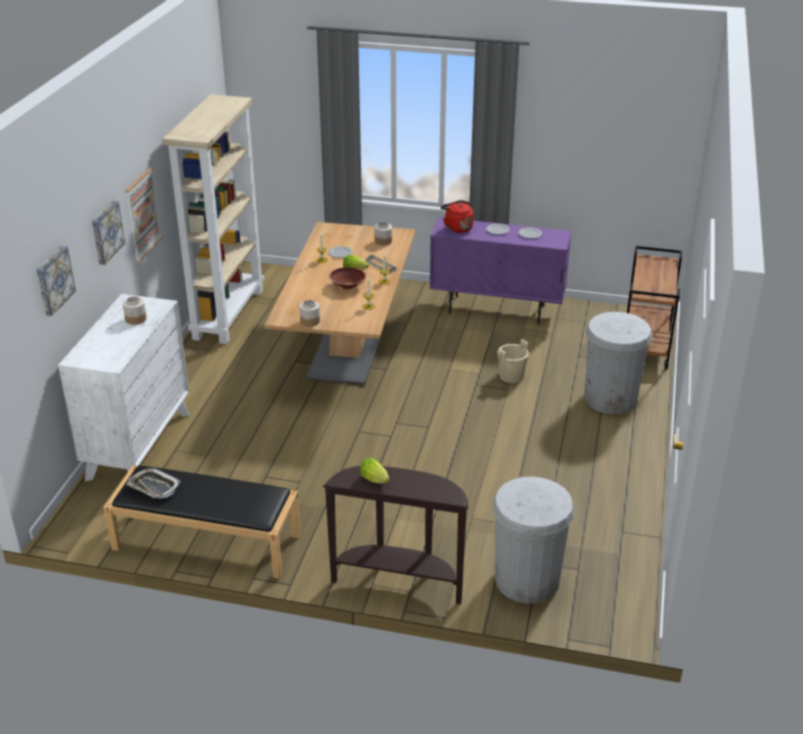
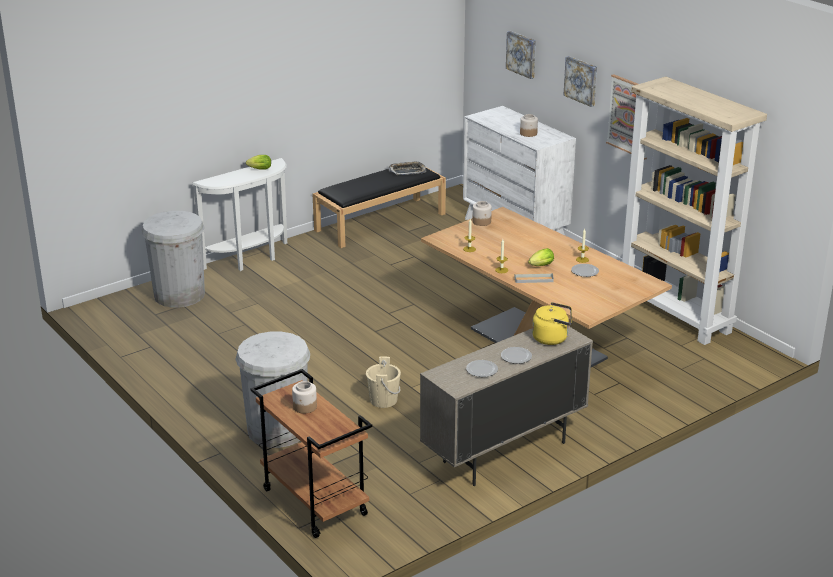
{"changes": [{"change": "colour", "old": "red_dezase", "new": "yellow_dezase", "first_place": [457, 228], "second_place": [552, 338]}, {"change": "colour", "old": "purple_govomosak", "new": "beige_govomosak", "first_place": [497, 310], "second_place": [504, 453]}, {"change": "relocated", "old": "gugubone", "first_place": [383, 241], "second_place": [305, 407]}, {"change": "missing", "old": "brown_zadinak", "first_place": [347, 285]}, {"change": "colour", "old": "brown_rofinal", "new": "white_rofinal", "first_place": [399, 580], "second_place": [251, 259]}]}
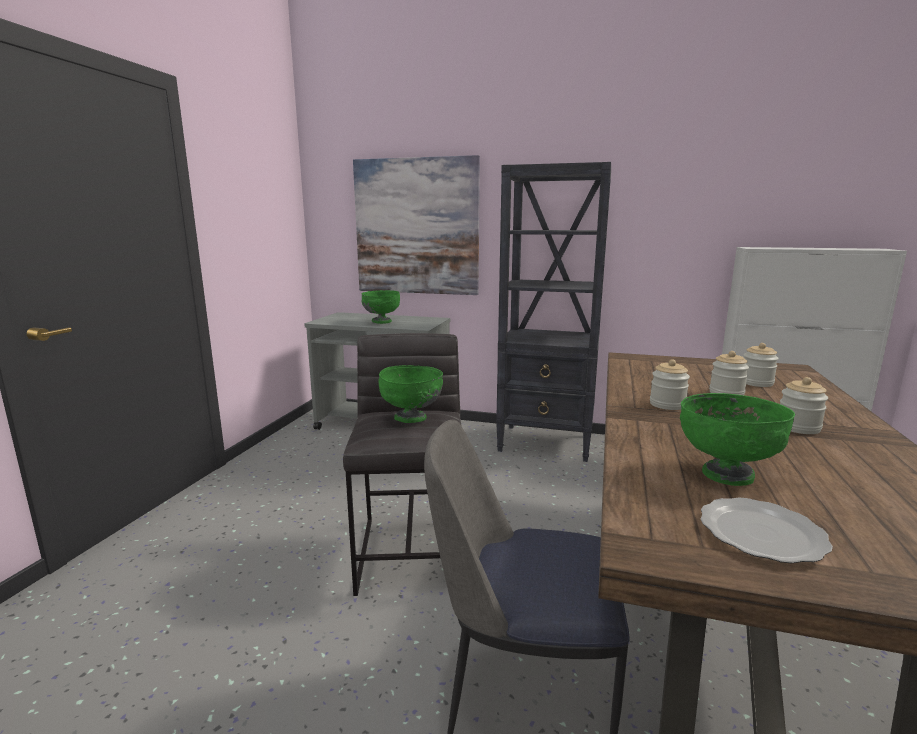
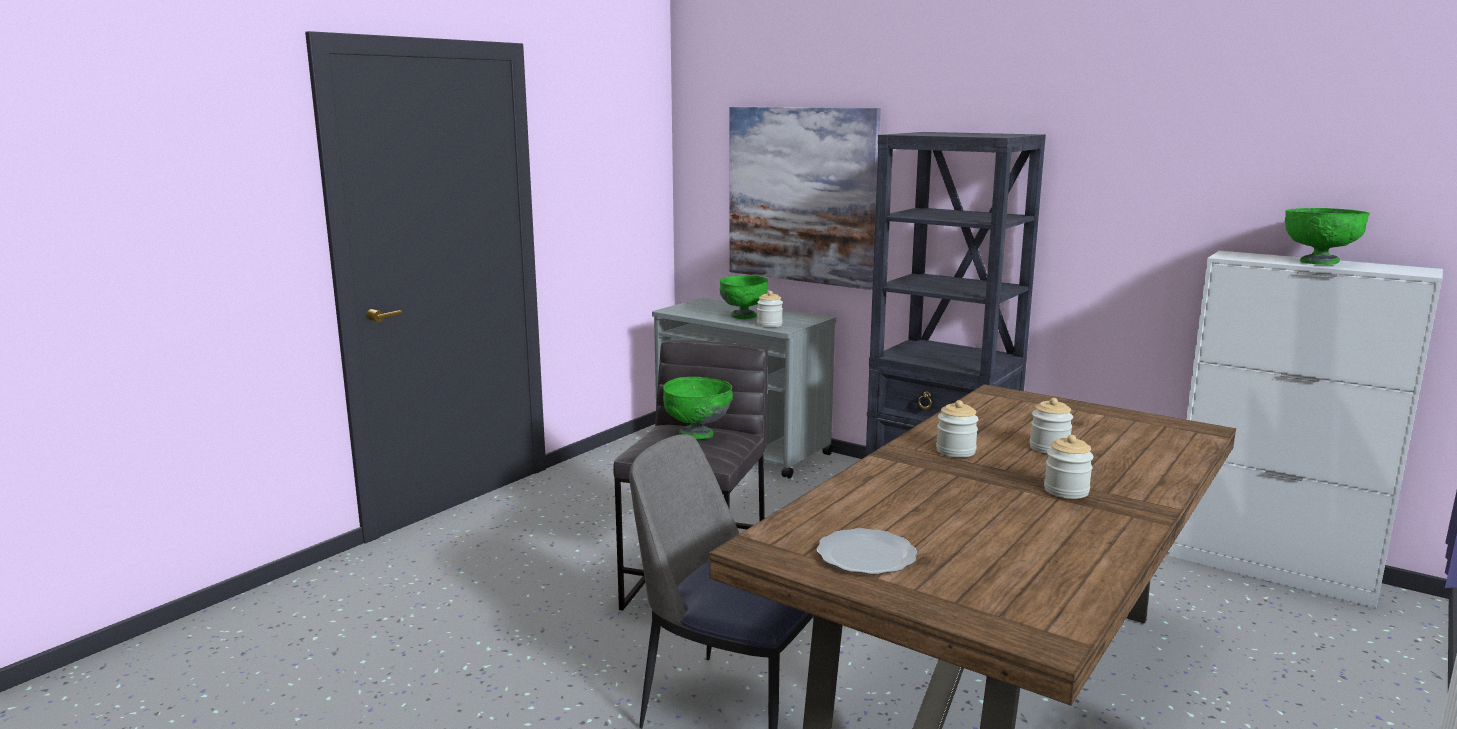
{"changes": [{"change": "relocated", "old": "gugubone", "first_place": [756, 383], "second_place": [769, 324]}, {"change": "relocated", "old": "green_zadinak", "first_place": [726, 474], "second_place": [1319, 262]}]}
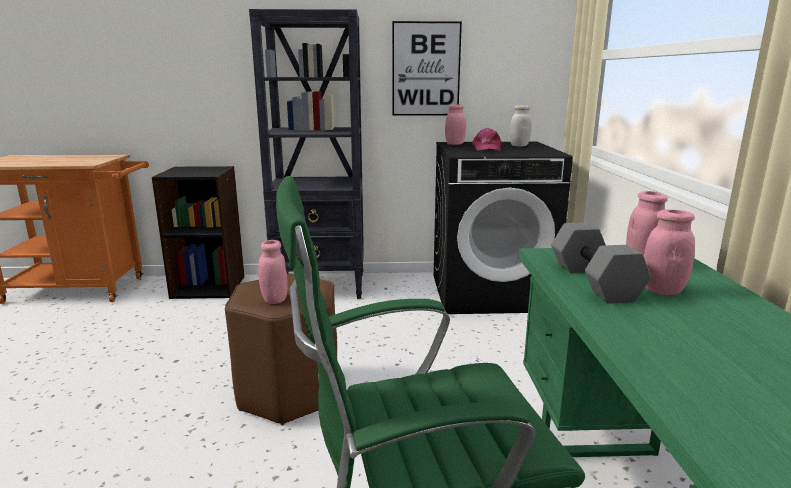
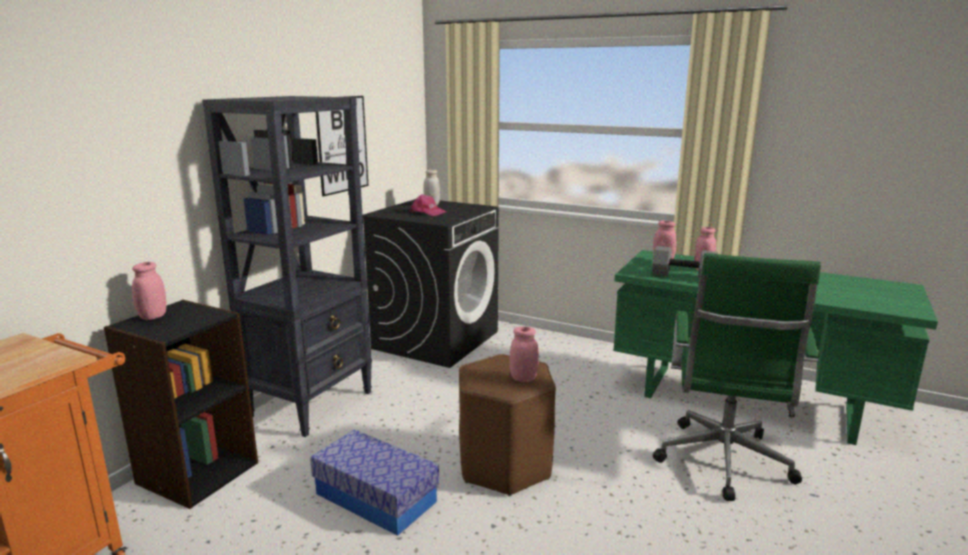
{"changes": [{"change": "relocated", "old": "pink_gugubone", "first_place": [455, 144], "second_place": [153, 316]}, {"change": "appeared", "new": "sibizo", "second_place": [375, 498]}]}
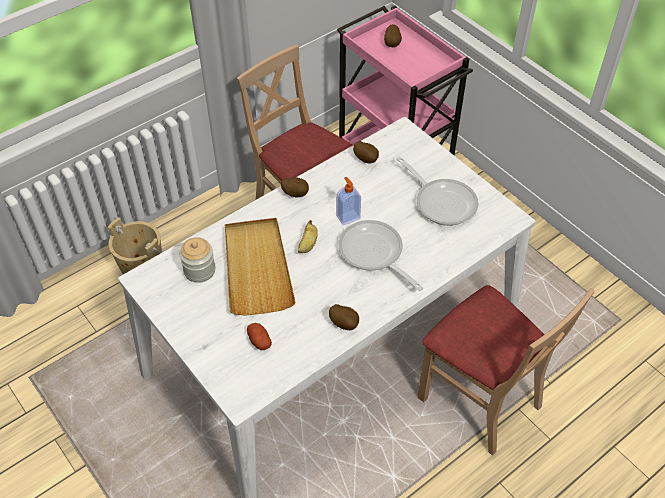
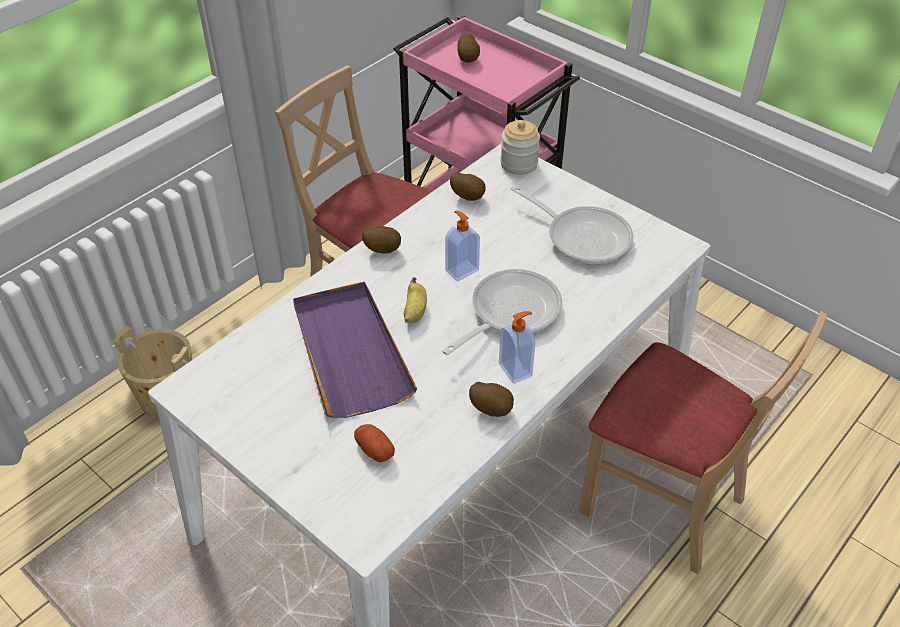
{"changes": [{"change": "colour", "old": "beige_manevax", "new": "purple_manevax", "first_place": [257, 268], "second_place": [350, 351]}, {"change": "spun", "old": "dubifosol", "first_place": [374, 254], "second_place": [509, 312], "degrees": 90}, {"change": "relocated", "old": "gugubone", "first_place": [199, 270], "second_place": [519, 164]}, {"change": "appeared", "new": "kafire", "second_place": [516, 370]}]}
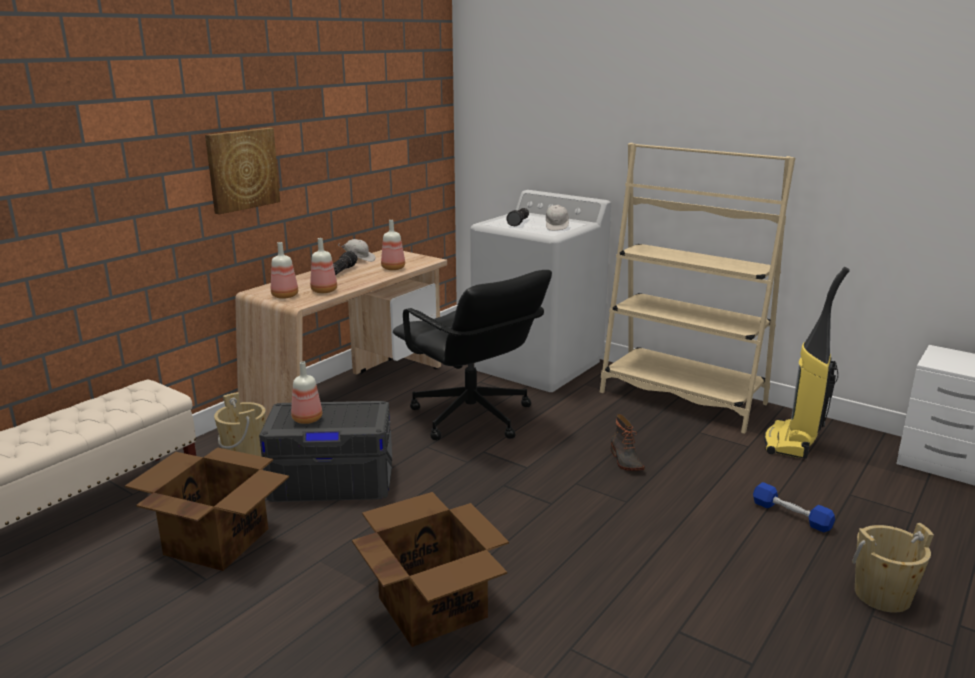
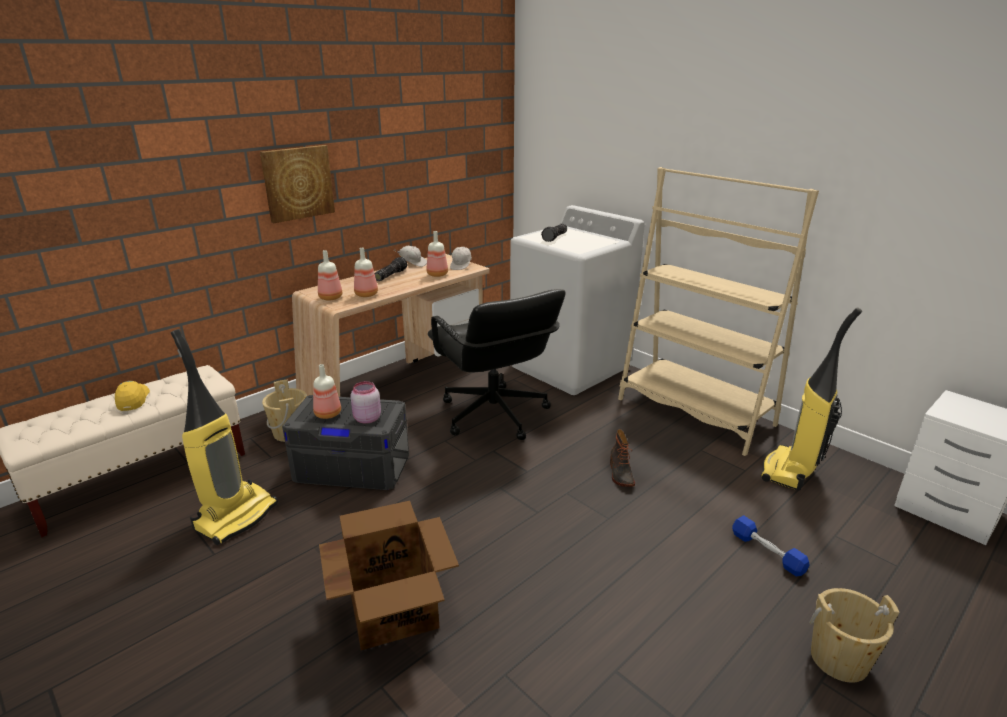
{"changes": [{"change": "relocated", "old": "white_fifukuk", "first_place": [557, 227], "second_place": [461, 266]}, {"change": "exchanged", "old": "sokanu", "new": "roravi", "first_place": [216, 541], "second_place": [236, 516]}, {"change": "appeared", "new": "yellow_fifukuk", "second_place": [133, 400]}, {"change": "appeared", "new": "pink_gugubone", "second_place": [366, 419]}]}
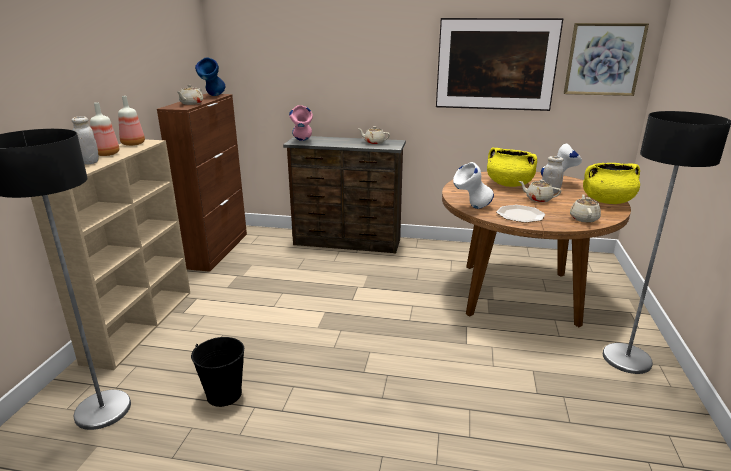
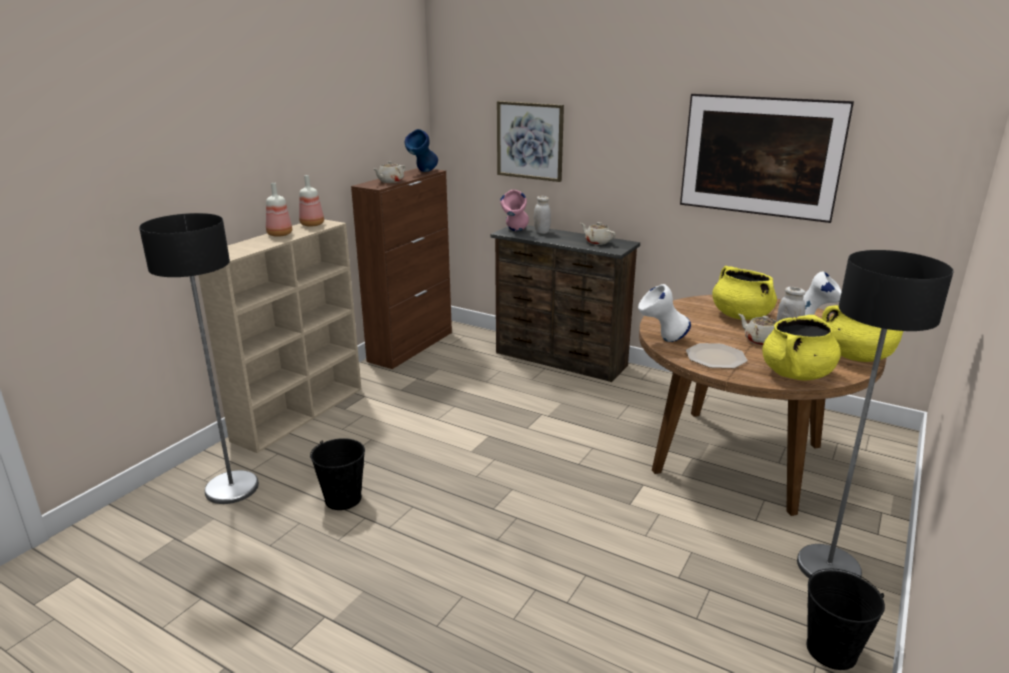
{"changes": [{"change": "relocated", "old": "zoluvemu", "first_place": [604, 59], "second_place": [530, 141]}, {"change": "relocated", "old": "white_gugubone", "first_place": [89, 162], "second_place": [542, 232]}, {"change": "exchanged", "old": "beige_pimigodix", "new": "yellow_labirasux", "first_place": [584, 218], "second_place": [796, 374]}, {"change": "appeared", "new": "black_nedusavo", "second_place": [832, 650]}]}
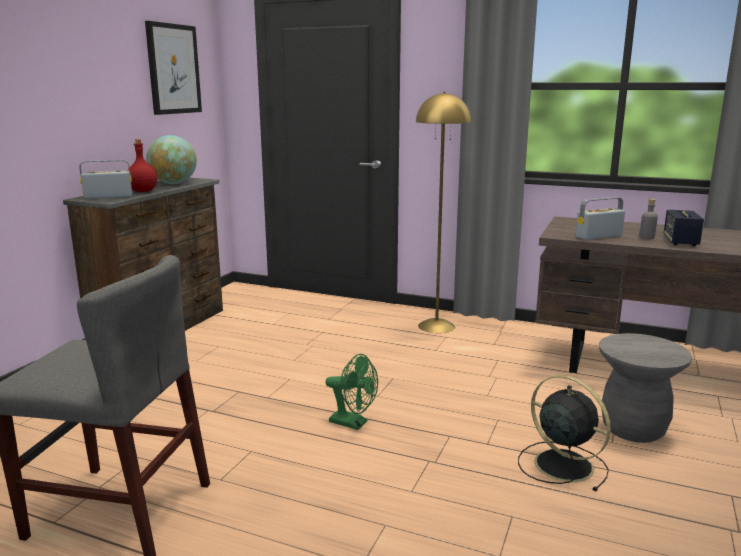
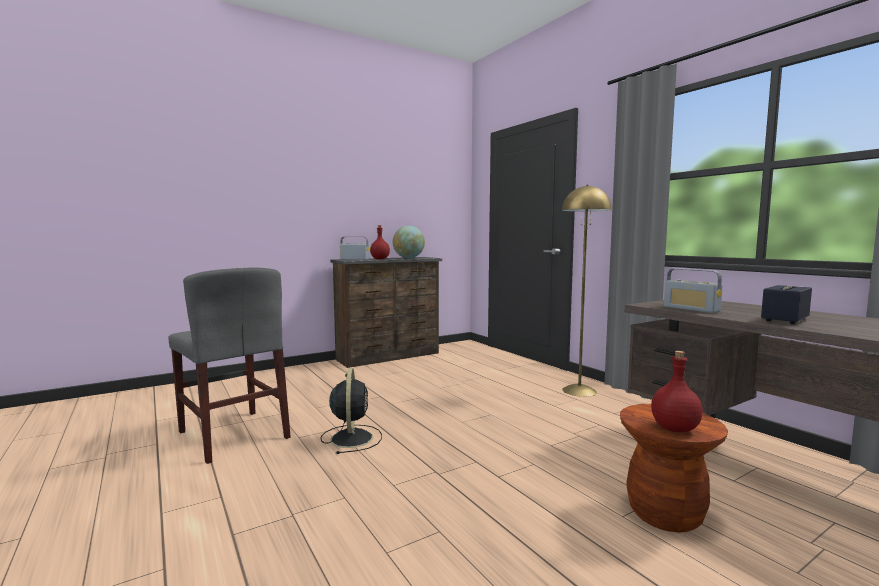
{"changes": [{"change": "missing", "old": "zoluvemu", "first_place": [173, 69]}, {"change": "spun", "old": "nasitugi", "first_place": [598, 236], "second_place": [691, 309], "degrees": -135}, {"change": "missing", "old": "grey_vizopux", "first_place": [646, 237]}, {"change": "colour", "old": "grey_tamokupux", "new": "brown_tamokupux", "first_place": [633, 429], "second_place": [665, 514]}, {"change": "missing", "old": "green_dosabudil", "first_place": [353, 423]}, {"change": "relocated", "old": "black_dosabudil", "first_place": [561, 464], "second_place": [351, 437]}, {"change": "appeared", "new": "red_vizopux", "second_place": [673, 428]}]}
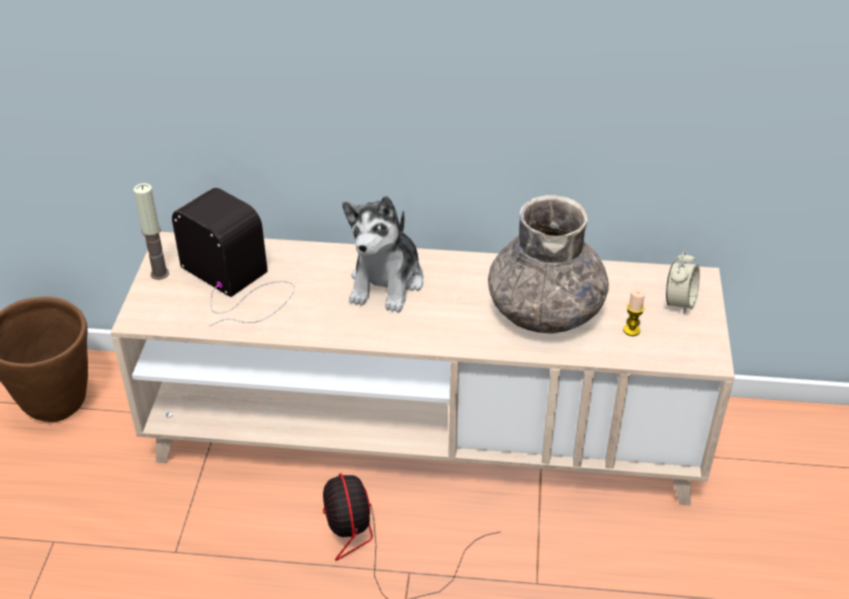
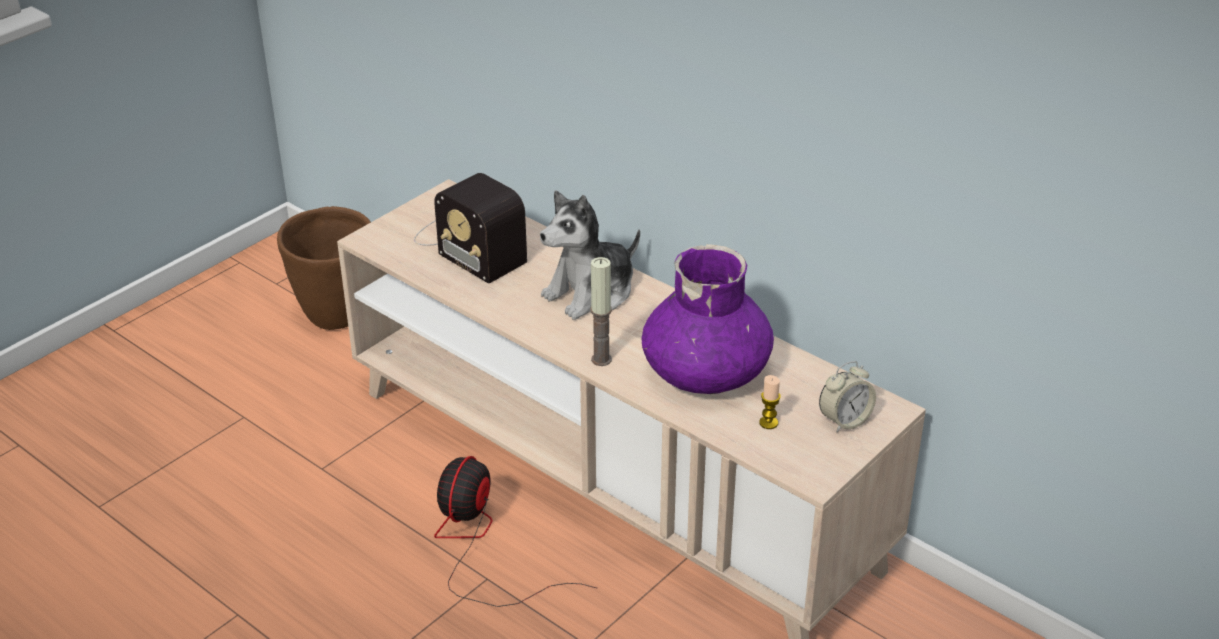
{"changes": [{"change": "relocated", "old": "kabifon", "first_place": [160, 273], "second_place": [601, 359]}, {"change": "spun", "old": "nasitugi", "first_place": [238, 284], "second_place": [468, 245], "degrees": 150}, {"change": "colour", "old": "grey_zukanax", "new": "purple_zukanax", "first_place": [546, 310], "second_place": [706, 373]}]}
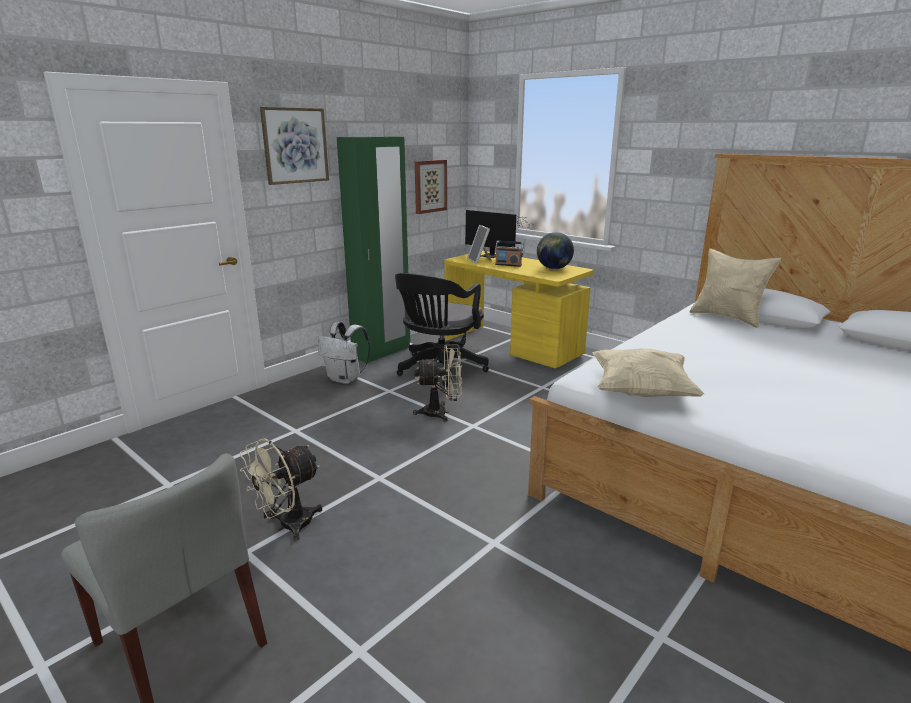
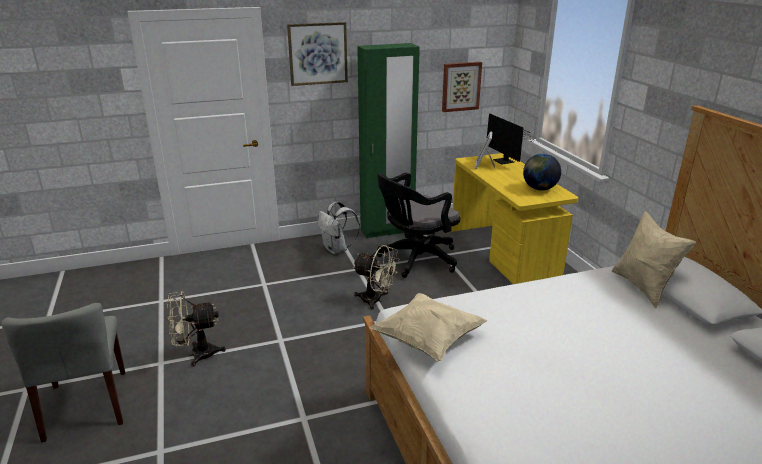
{"changes": [{"change": "missing", "old": "nasitugi", "first_place": [508, 265]}]}
